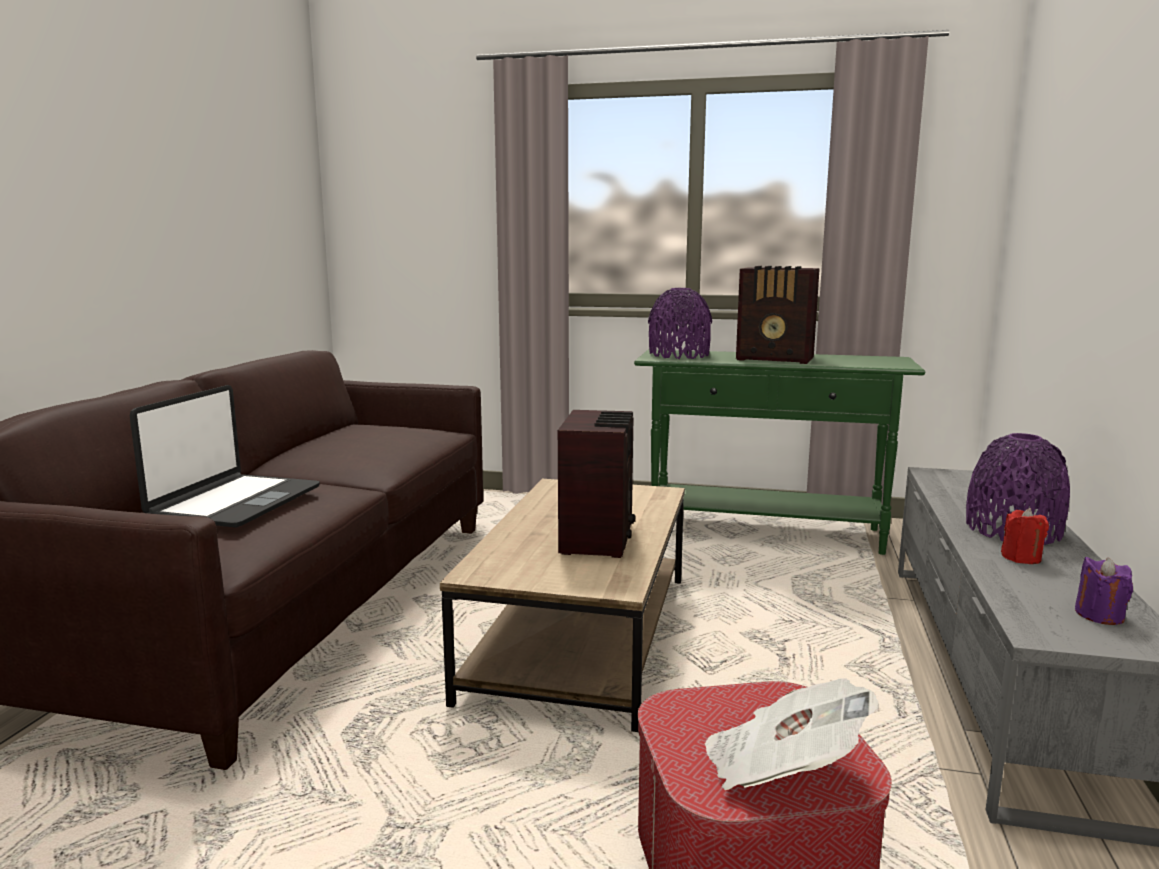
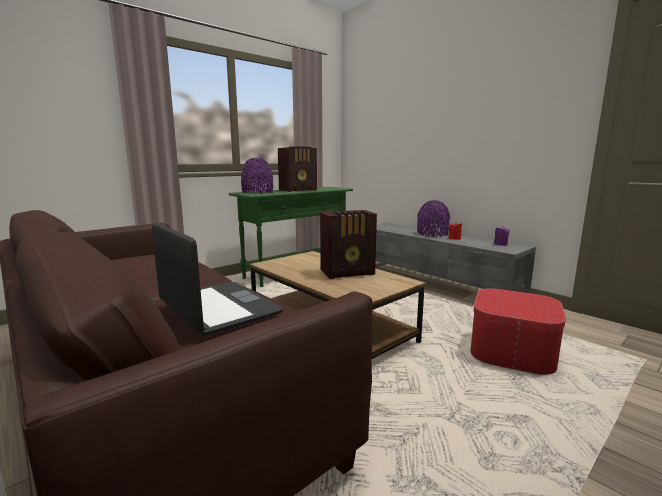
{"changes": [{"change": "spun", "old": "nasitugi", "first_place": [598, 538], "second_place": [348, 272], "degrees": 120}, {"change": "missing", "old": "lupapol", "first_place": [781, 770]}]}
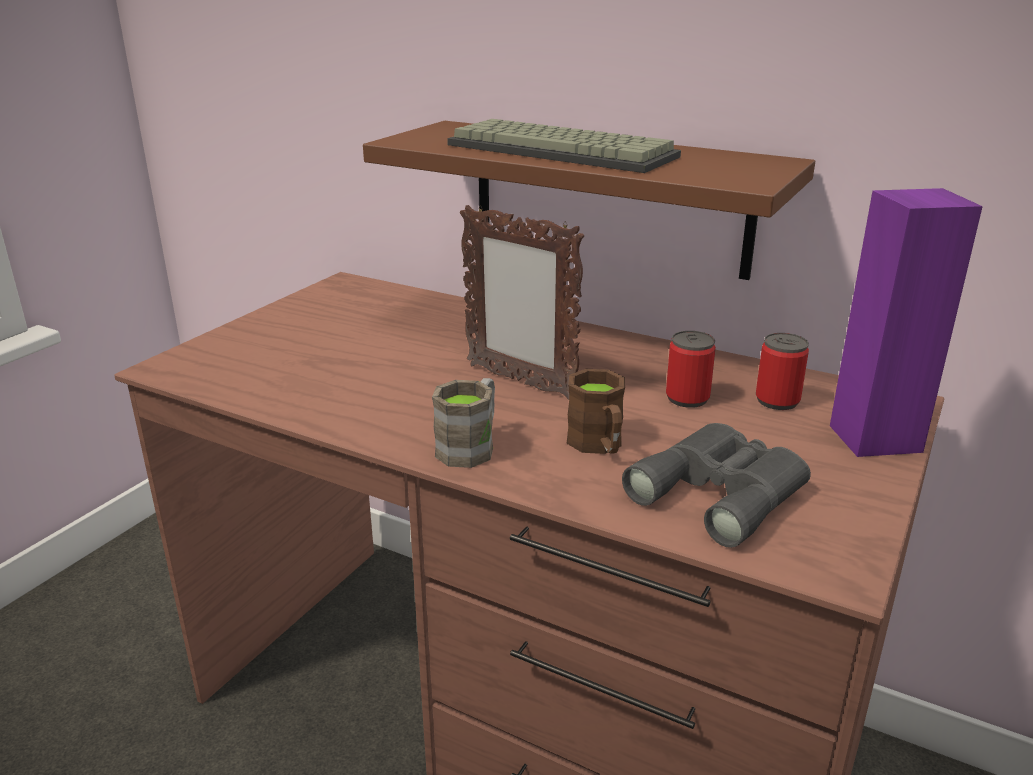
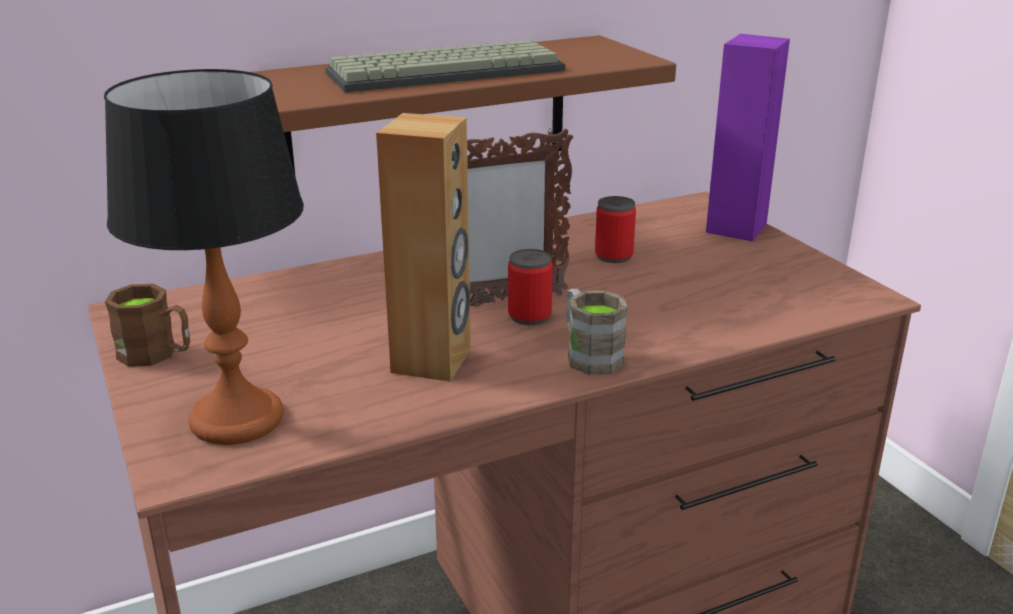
{"changes": [{"change": "relocated", "old": "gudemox", "first_place": [777, 401], "second_place": [529, 316]}, {"change": "relocated", "old": "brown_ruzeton", "first_place": [599, 445], "second_place": [157, 354]}, {"change": "missing", "old": "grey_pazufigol", "first_place": [723, 491]}, {"change": "appeared", "new": "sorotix", "second_place": [235, 419]}, {"change": "appeared", "new": "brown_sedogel", "second_place": [432, 360]}]}
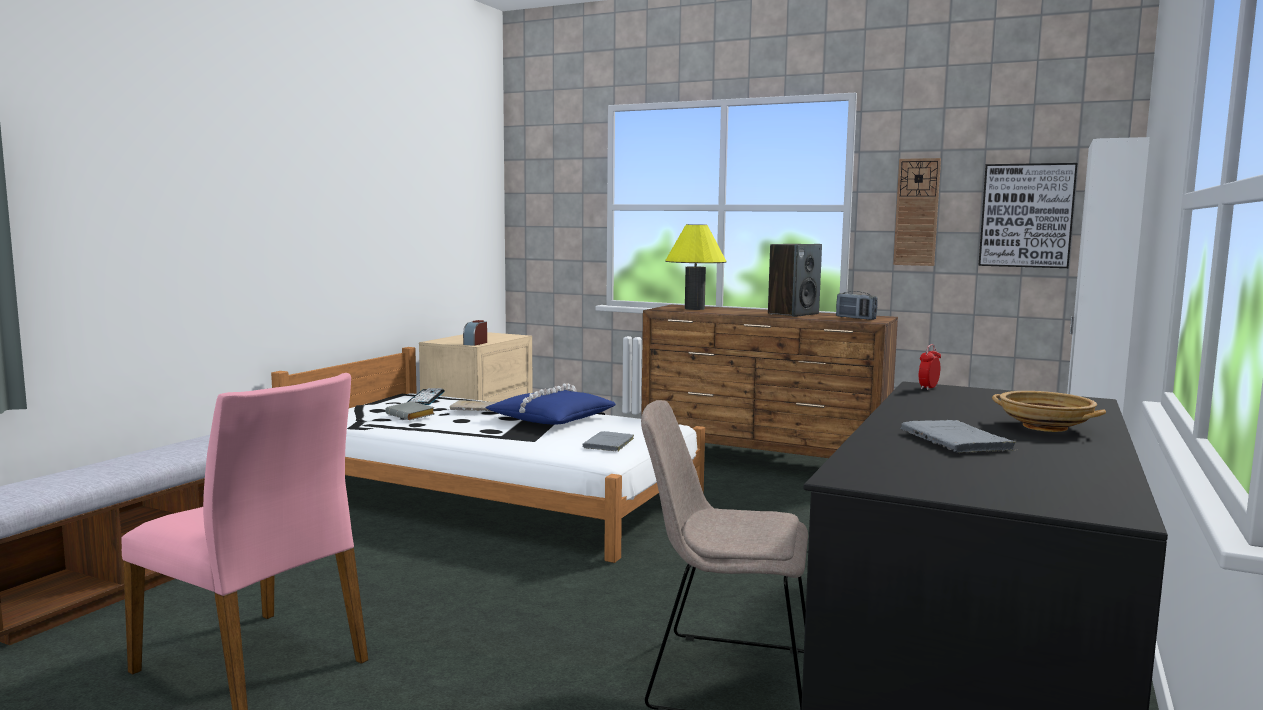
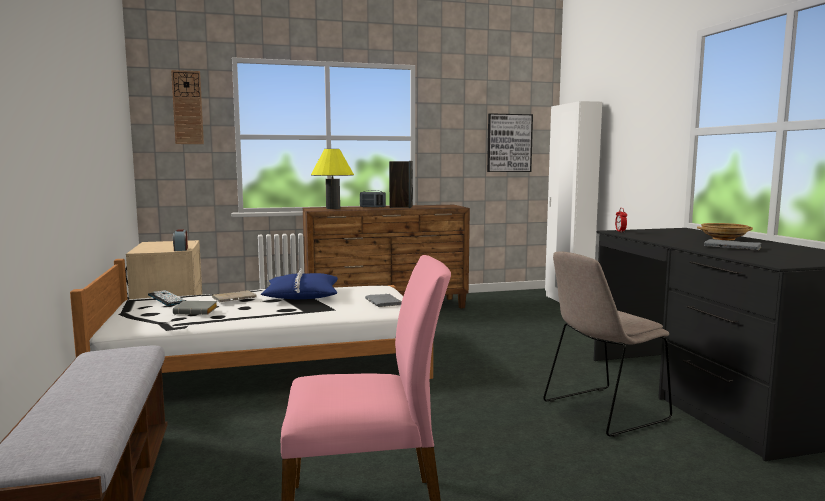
{"changes": [{"change": "relocated", "old": "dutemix", "first_place": [916, 212], "second_place": [187, 107]}, {"change": "relocated", "old": "nasitugi", "first_place": [855, 318], "second_place": [372, 207]}]}
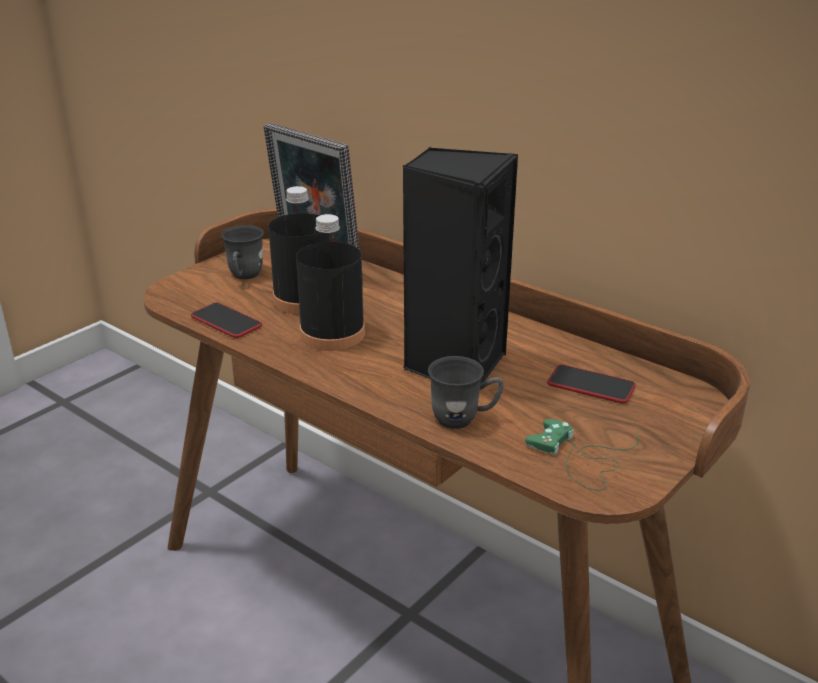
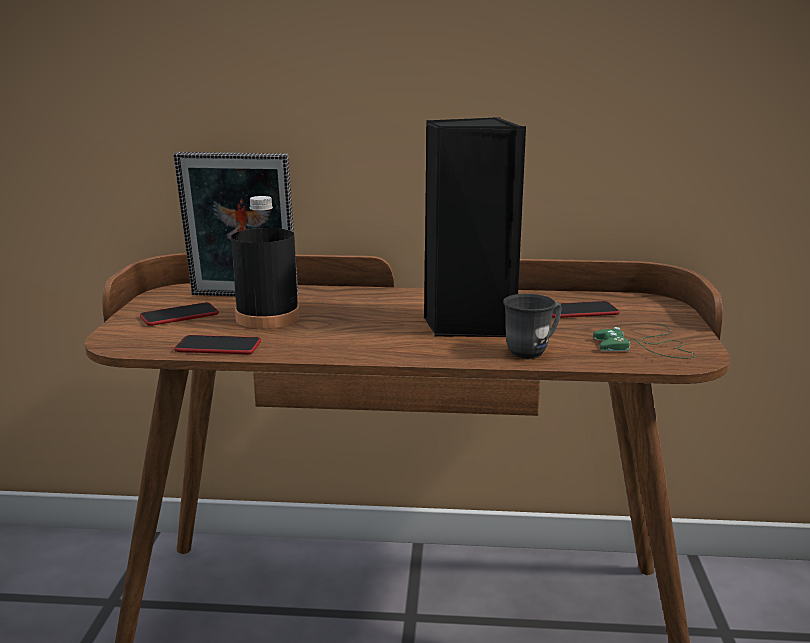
{"changes": [{"change": "missing", "old": "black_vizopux", "first_place": [332, 334]}, {"change": "exchanged", "old": "grey_ruzeton", "new": "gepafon", "first_place": [244, 277], "second_place": [179, 316]}]}
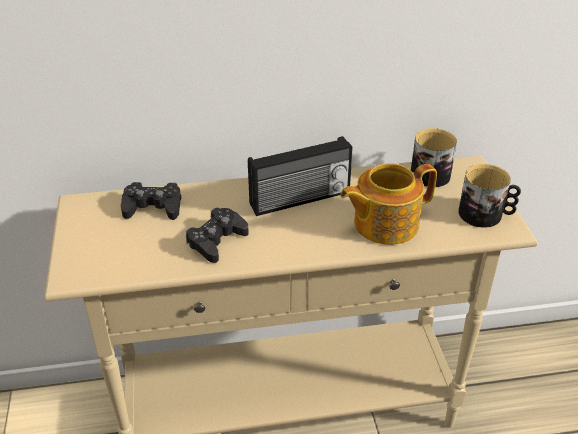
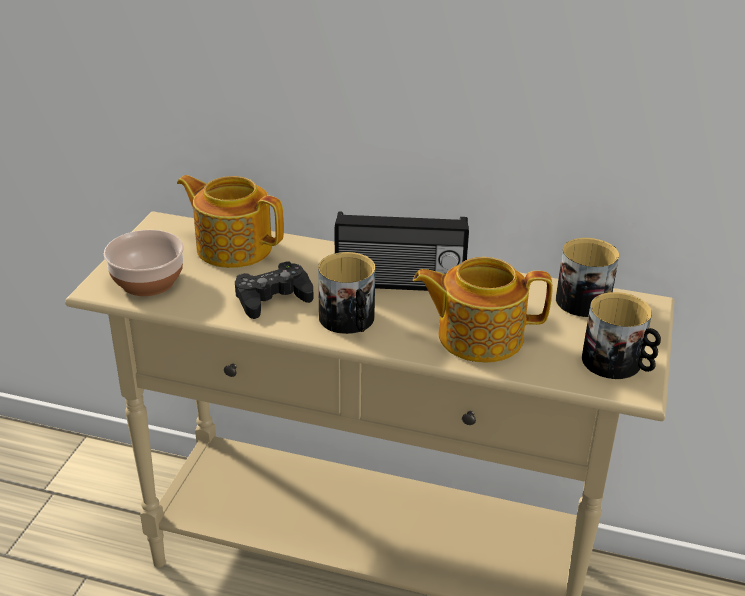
{"changes": [{"change": "exchanged", "old": "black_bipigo", "new": "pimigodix", "first_place": [153, 207], "second_place": [233, 247]}, {"change": "appeared", "new": "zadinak", "second_place": [149, 281]}, {"change": "appeared", "new": "ruzeton", "second_place": [349, 321]}]}
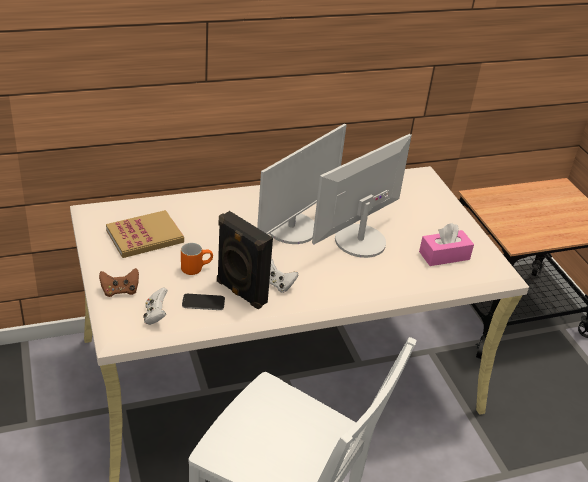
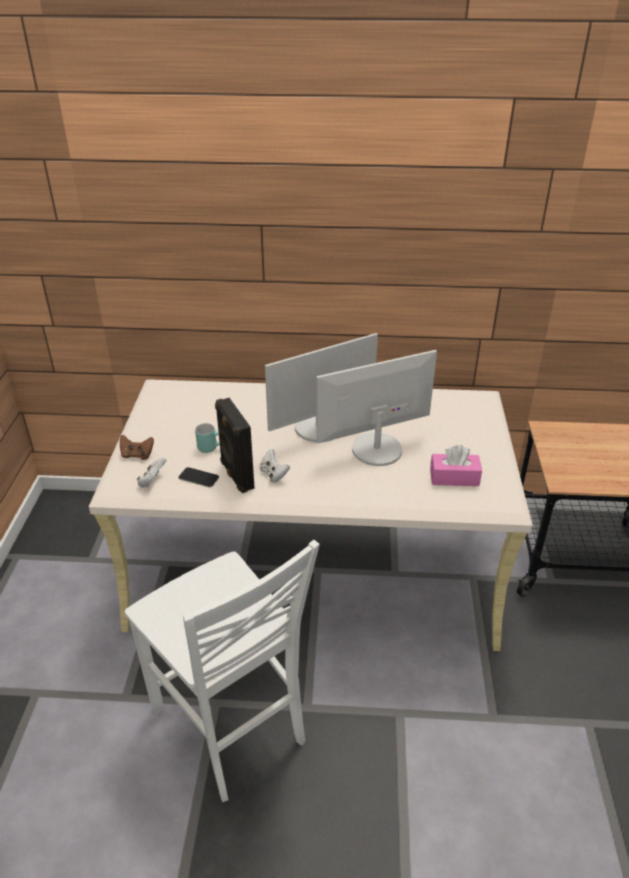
{"changes": [{"change": "missing", "old": "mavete", "first_place": [145, 237]}, {"change": "colour", "old": "orange_ruzeton", "new": "turquoise_ruzeton", "first_place": [196, 268], "second_place": [211, 447]}]}
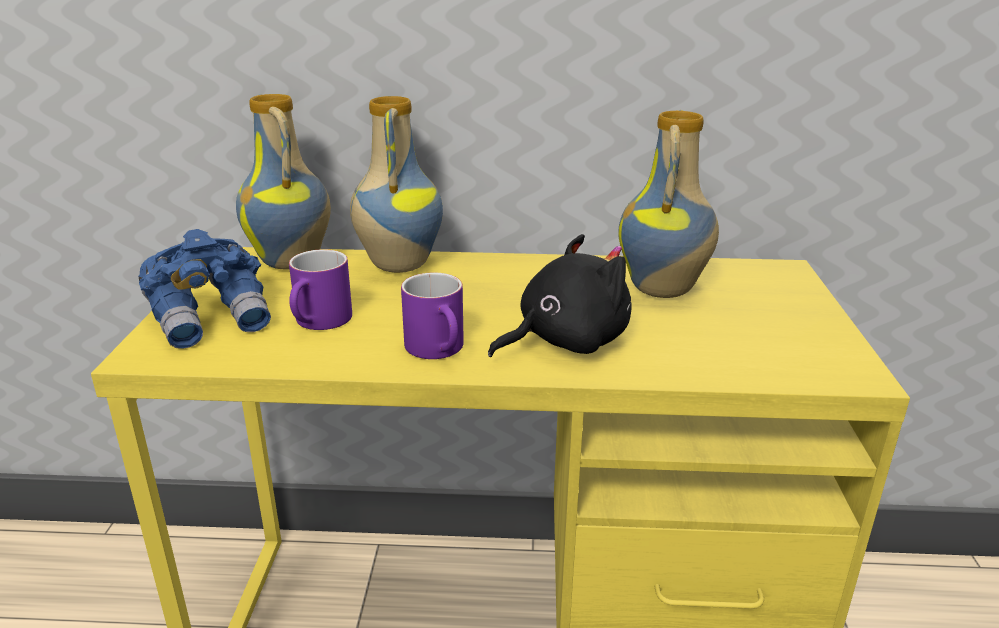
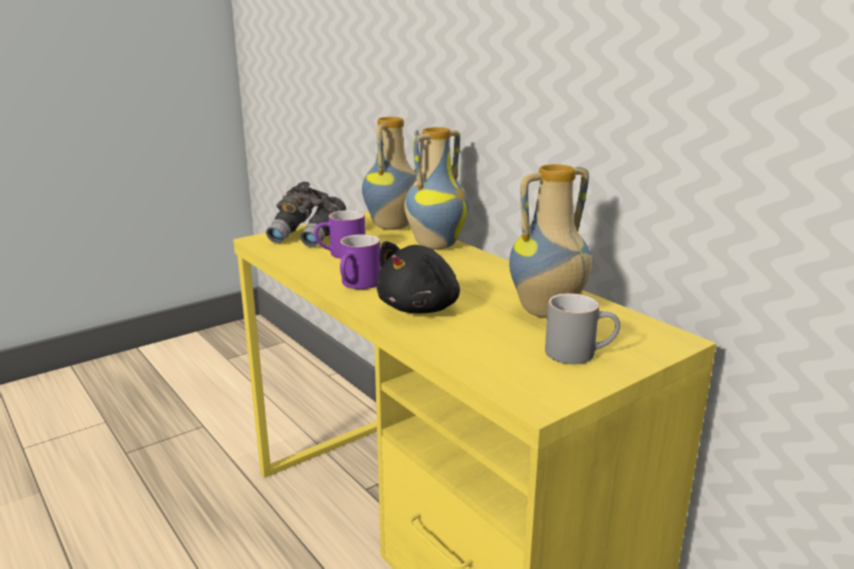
{"changes": [{"change": "colour", "old": "blue_pazufigol", "new": "grey_pazufigol", "first_place": [212, 319], "second_place": [308, 237]}, {"change": "spun", "old": "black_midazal", "first_place": [565, 341], "second_place": [421, 308], "degrees": 105}, {"change": "appeared", "new": "grey_ruzeton", "second_place": [579, 353]}]}
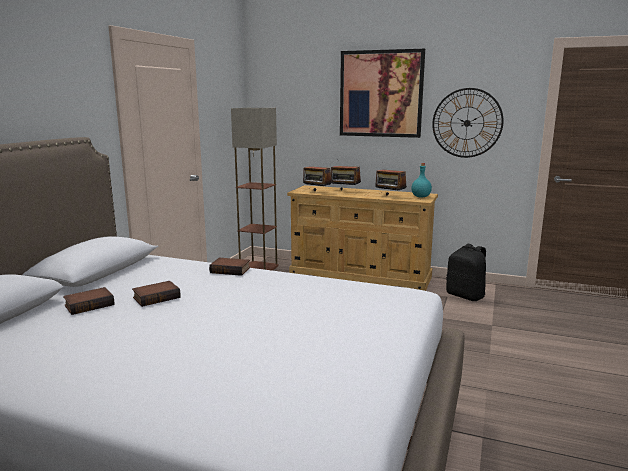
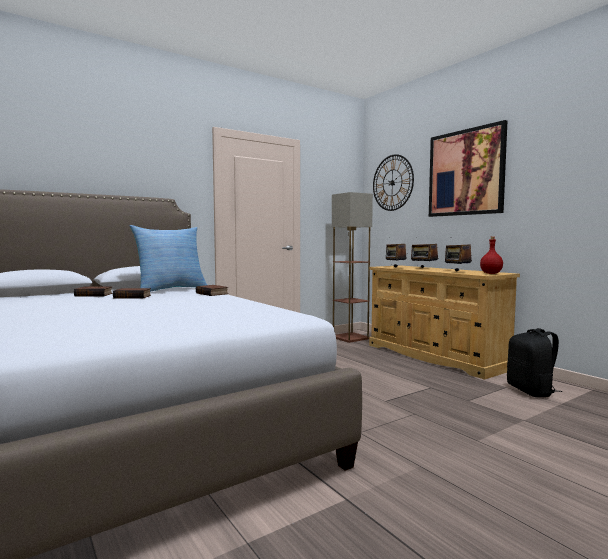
{"changes": [{"change": "relocated", "old": "dutemix", "first_place": [467, 123], "second_place": [392, 183]}, {"change": "colour", "old": "turquoise_vizopux", "new": "red_vizopux", "first_place": [421, 197], "second_place": [491, 273]}, {"change": "appeared", "new": "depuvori", "second_place": [170, 290]}]}
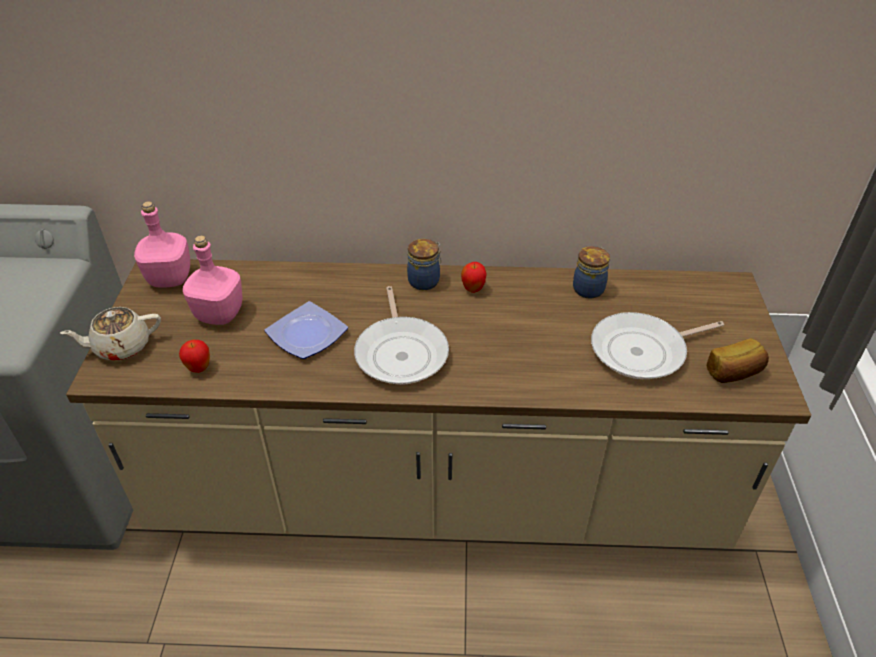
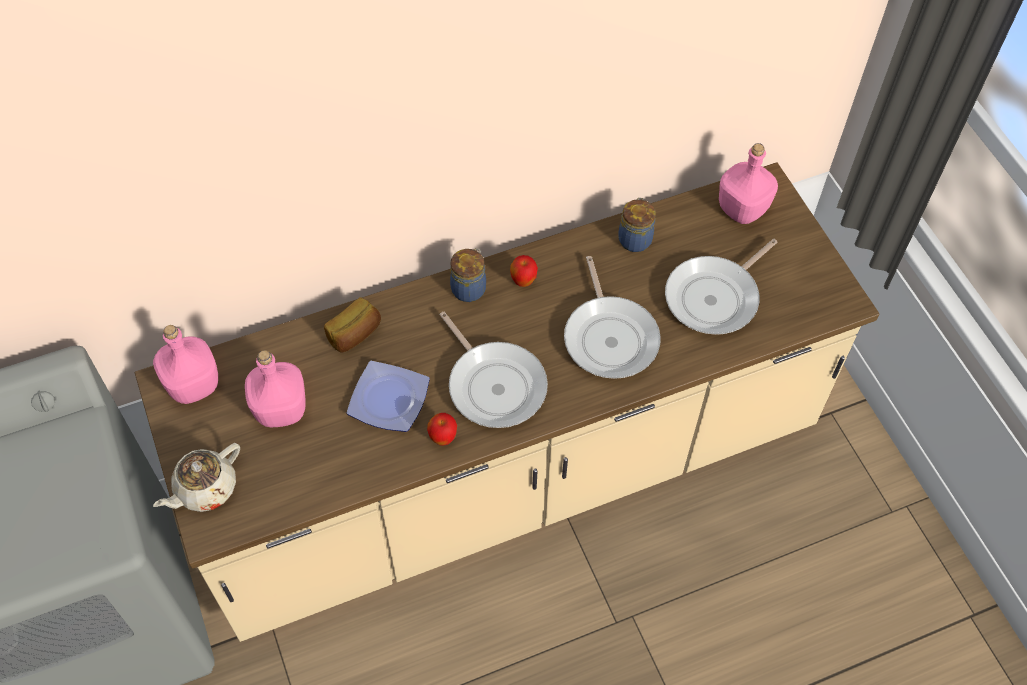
{"changes": [{"change": "relocated", "old": "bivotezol", "first_place": [734, 373], "second_place": [355, 334]}, {"change": "relocated", "old": "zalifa", "first_place": [199, 368], "second_place": [443, 438]}, {"change": "appeared", "new": "pink_vizopux", "second_place": [741, 208]}, {"change": "appeared", "new": "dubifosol", "second_place": [610, 337]}]}
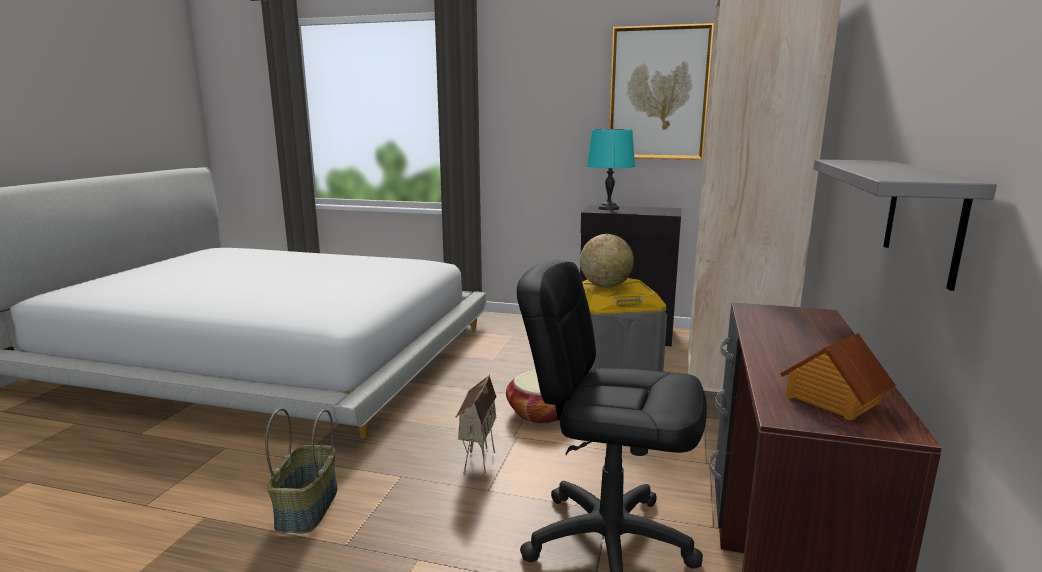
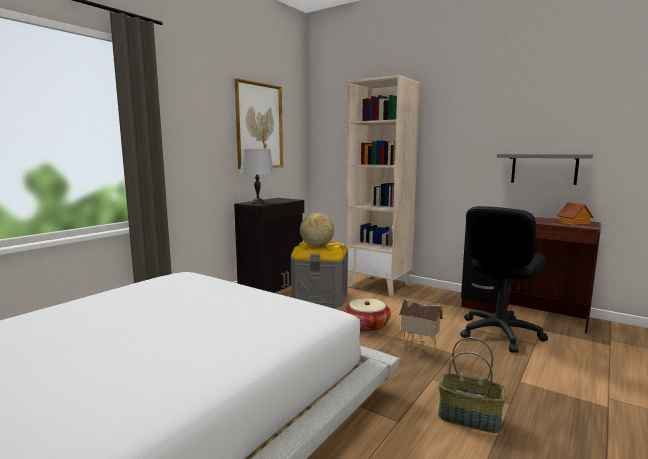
{"changes": [{"change": "colour", "old": "turquoise_sorotix", "new": "grey_sorotix", "first_place": [608, 208], "second_place": [258, 203]}]}
